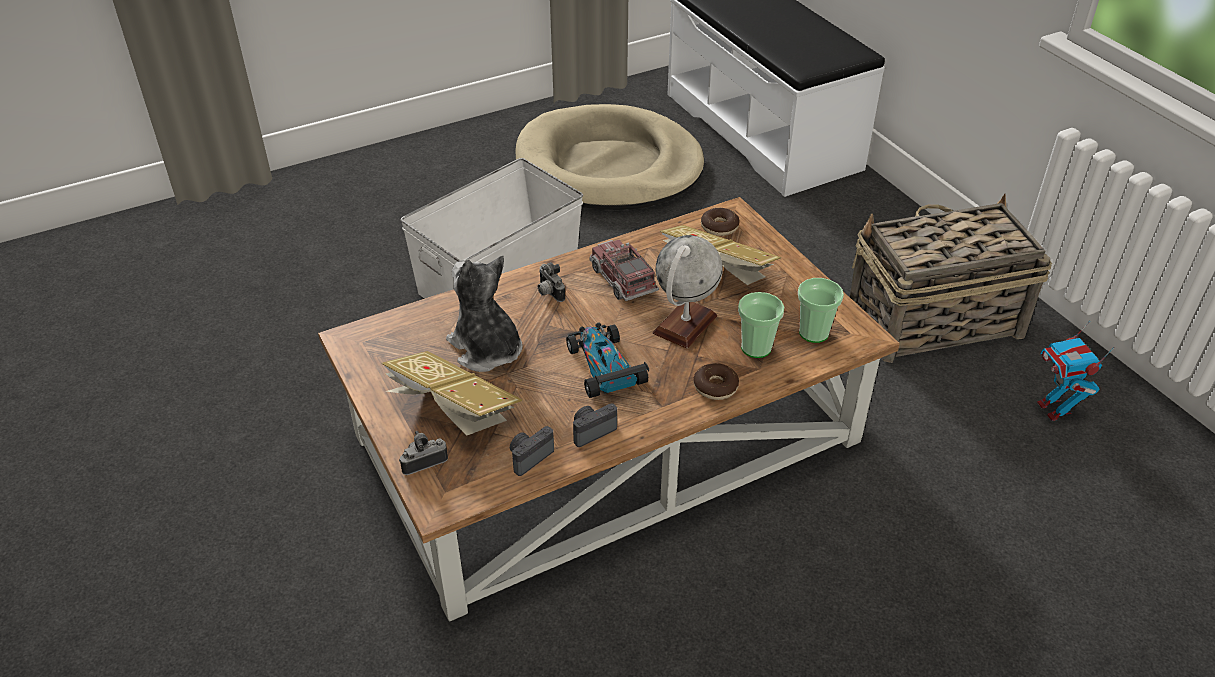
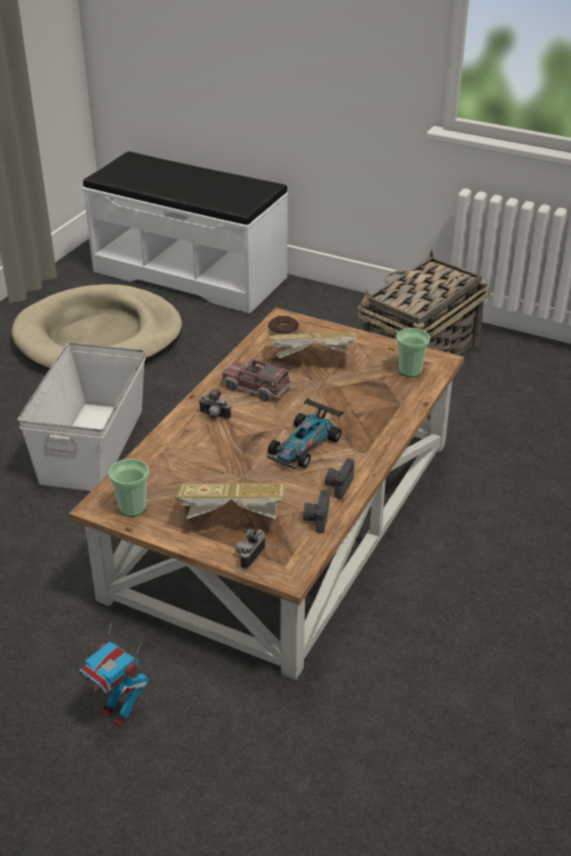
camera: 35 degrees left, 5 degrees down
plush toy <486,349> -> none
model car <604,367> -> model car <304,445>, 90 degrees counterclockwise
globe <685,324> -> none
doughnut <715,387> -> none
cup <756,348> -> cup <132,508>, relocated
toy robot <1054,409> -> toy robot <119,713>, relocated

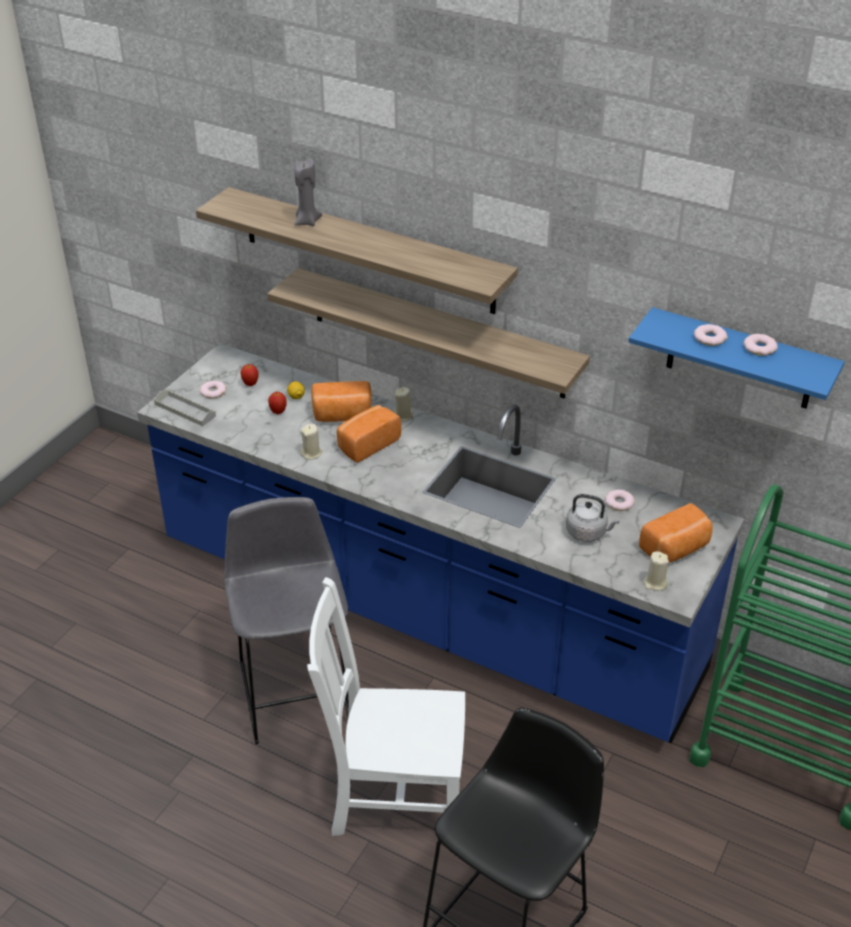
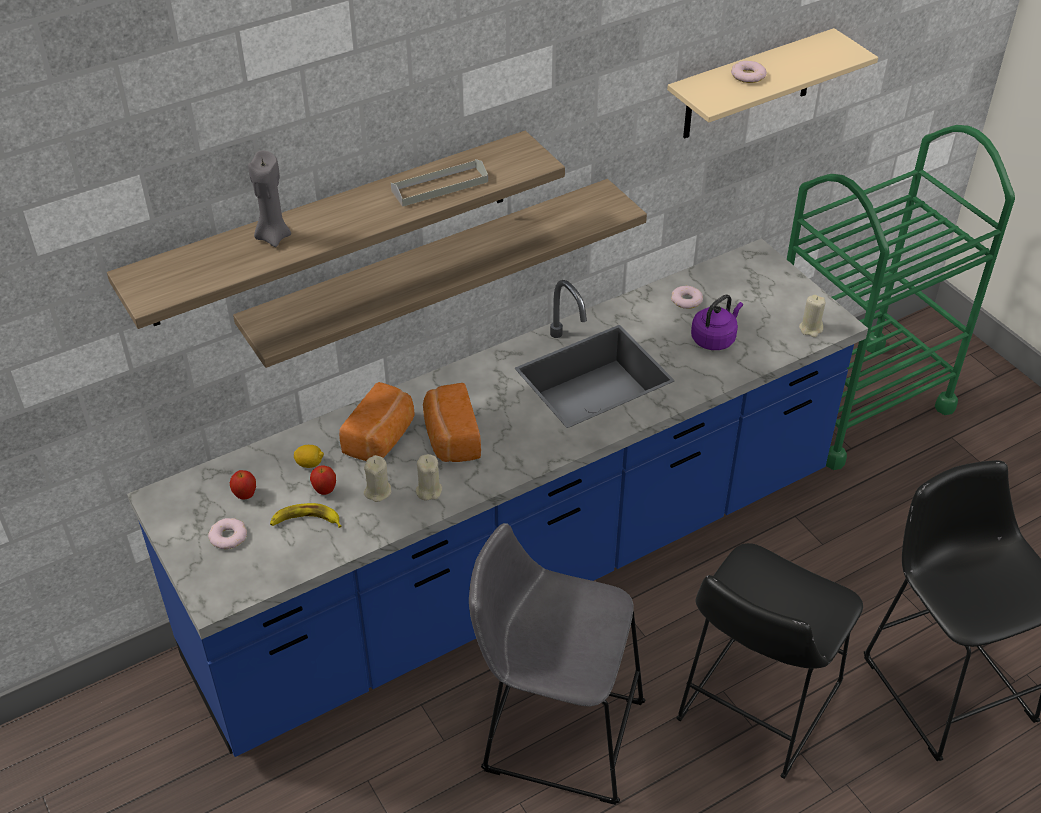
camera: 60 degrees left, 5 degrees up
serving tray (grey) <185,410> -> serving tray (grey) <439,186>, relocated
chair (white-coloured) <393,795> -> sitting stool (black-coloured) <754,708>
candle (beige) <403,416> -> candle (beige) <378,491>, relocated
tea kettle (grey) <588,533> -> tea kettle (purplish) <714,339>
shelf (blue-coloured) <740,360> -> shelf (beige) <749,85>
bread <676,549> -> none
doughnut <760,348> -> none
none -> whole banana <306,521>

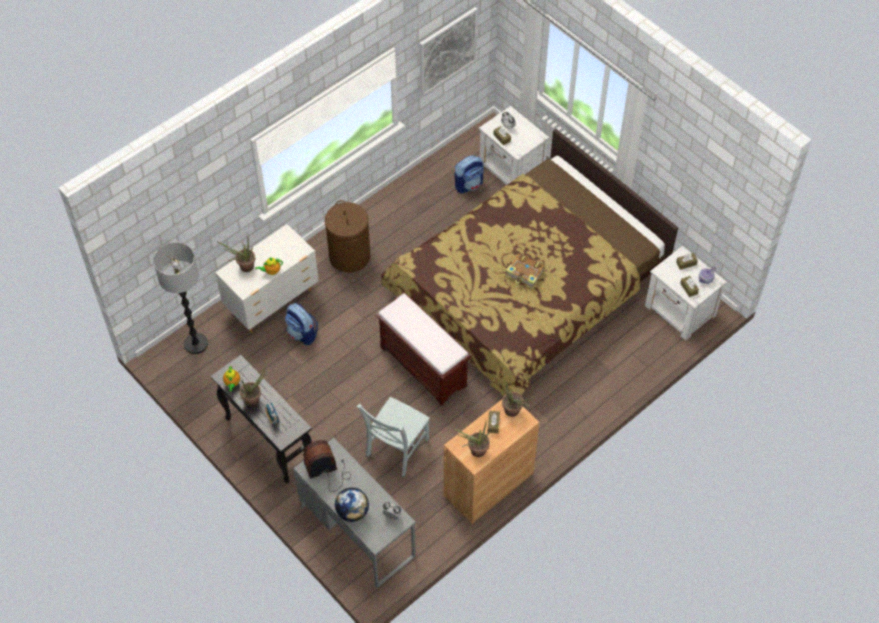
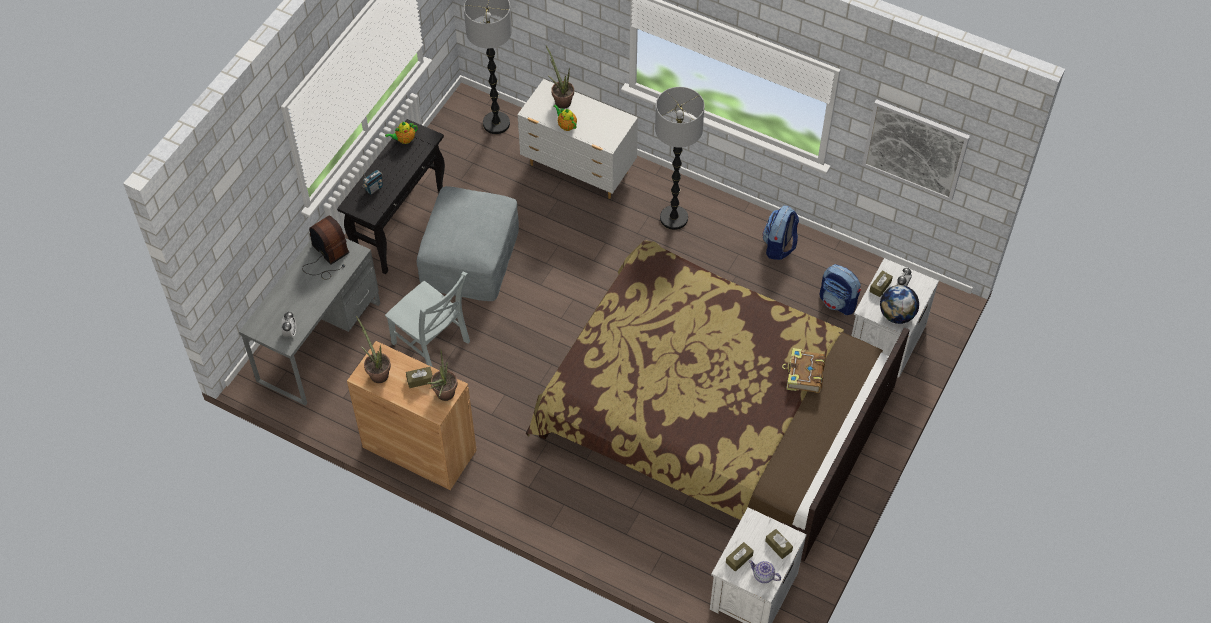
camera: 70 degrees right, 0 degrees up
potted plant <255,398> -> none
backpack <302,334> -> backpack <779,246>, relocated
laundry basket (brown) <349,256> -> floor lamp <674,218>
globe <352,512> -> globe <896,315>, relocated
chair (grey) <395,449> -> chair (grey) <432,345>, 150 degrees counterclockwise
indoor bench (brown) <424,366> -> none
volume <525,275> -> volume <804,375>, relocated
none -> footrest (grey) <470,256>

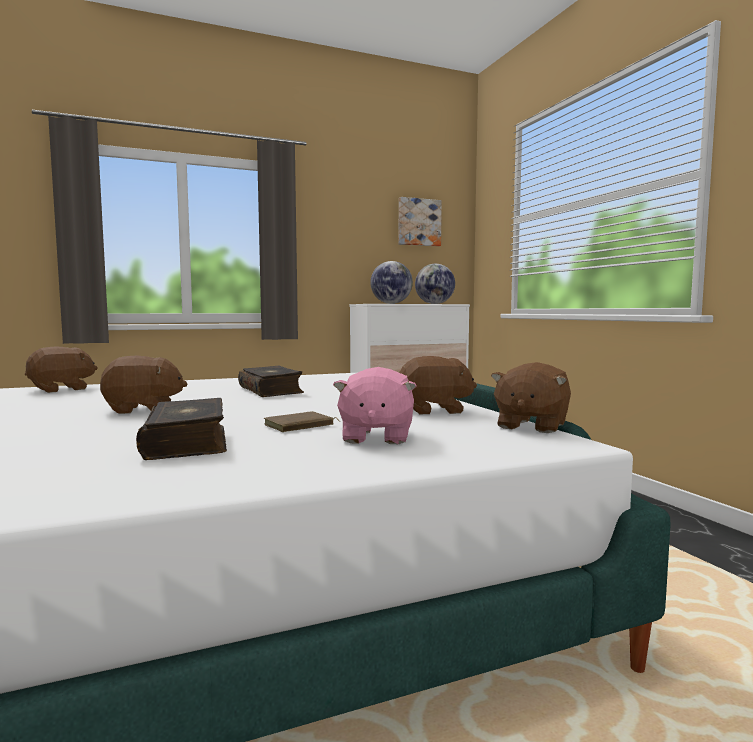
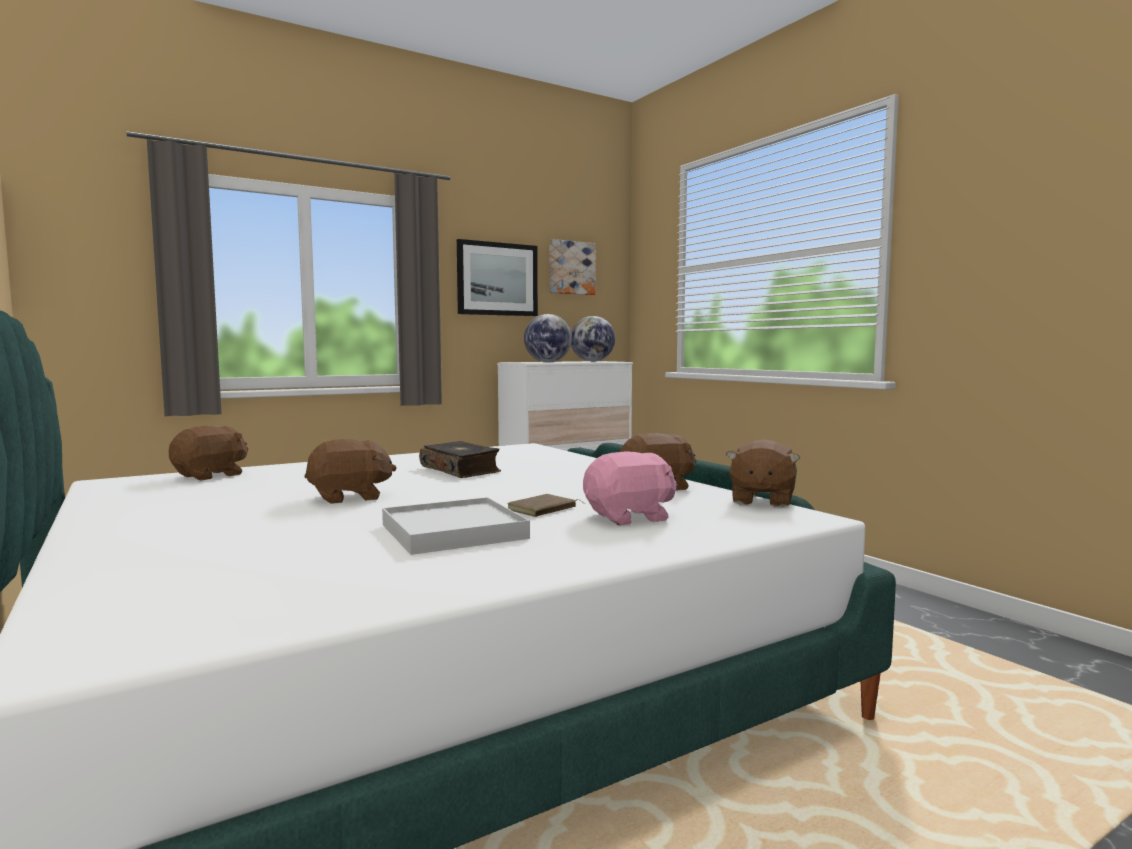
camera: 10 degrees left, 0 degrees up
volume <188,442> -> serving tray (white-coloured) <454,531>
plush toy (pinkish) <376,437> -> plush toy (pinkish) <630,517>, 105 degrees counterclockwise
none -> wall art <497,279>

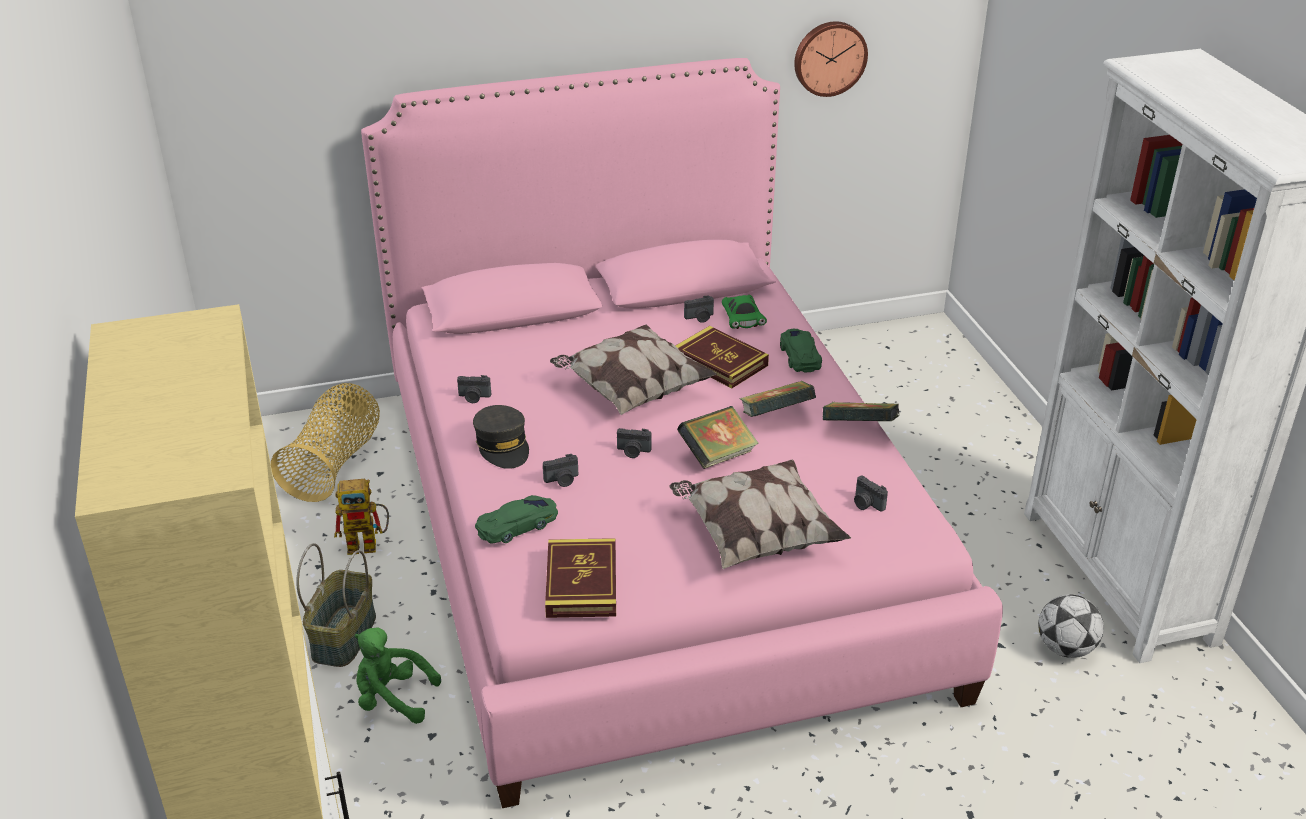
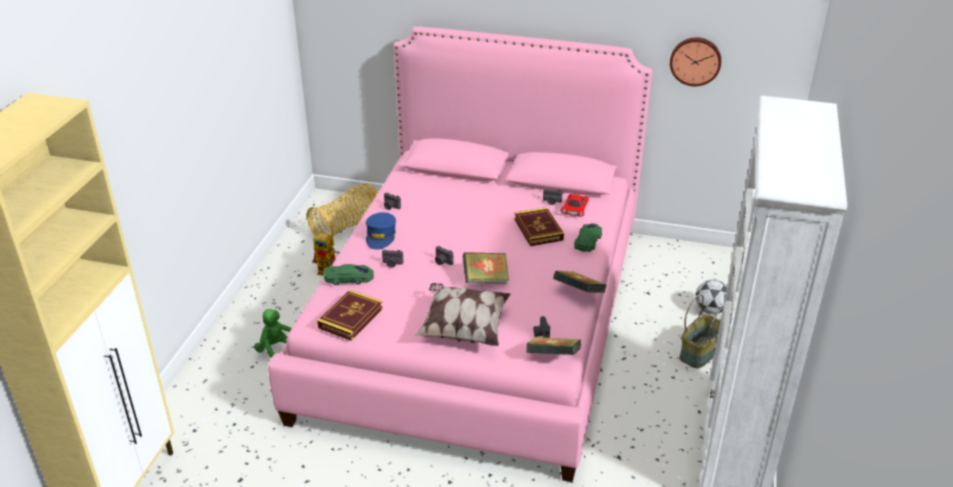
camera: 30 degrees right, 0 degrees up
basket <343,635> -> basket <700,352>, relocated
cap (grey) <503,446> -> cap (blue-coloured) <381,236>
pillow <632,390> -> none
model car (greenish) <742,320> -> model car (red) <574,210>
volume <776,417> -> volume <553,358>, relocated
football ball <1065,648> -> football ball <710,310>, relocated

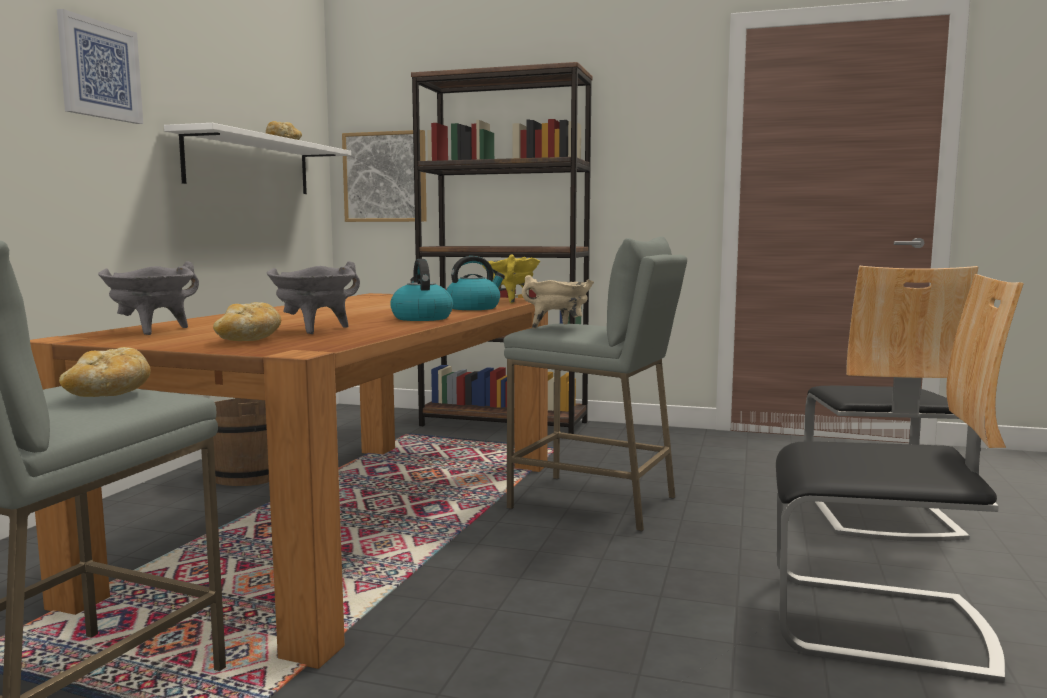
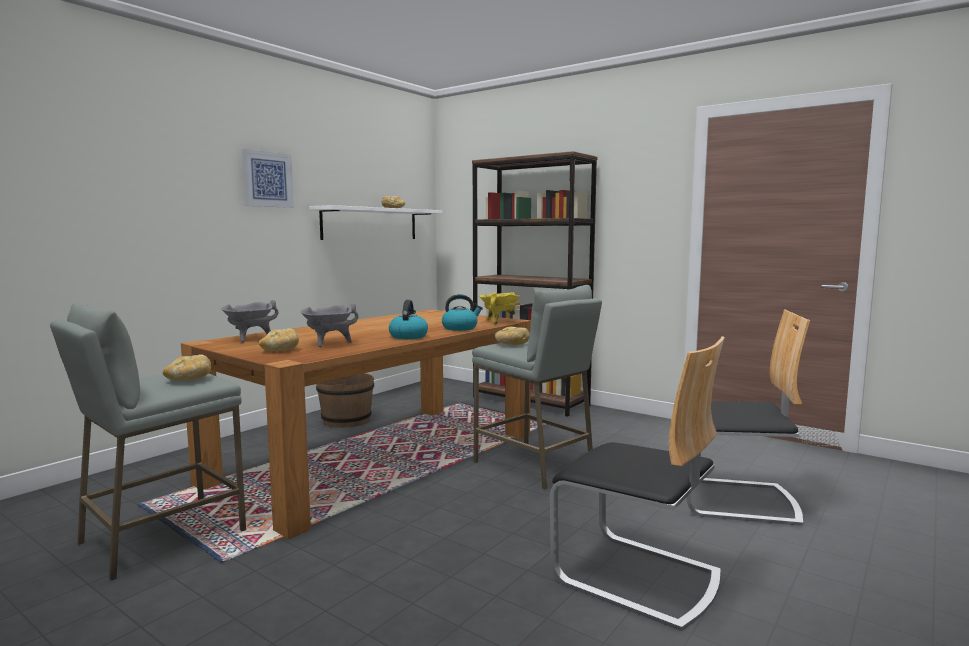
camera: 20 degrees right, 0 degrees up
wall art <385,177> -> none
cooking pot (beige) <559,327> -> bread <511,344>
chair <877,512> -> chair <735,500>, 105 degrees counterclockwise

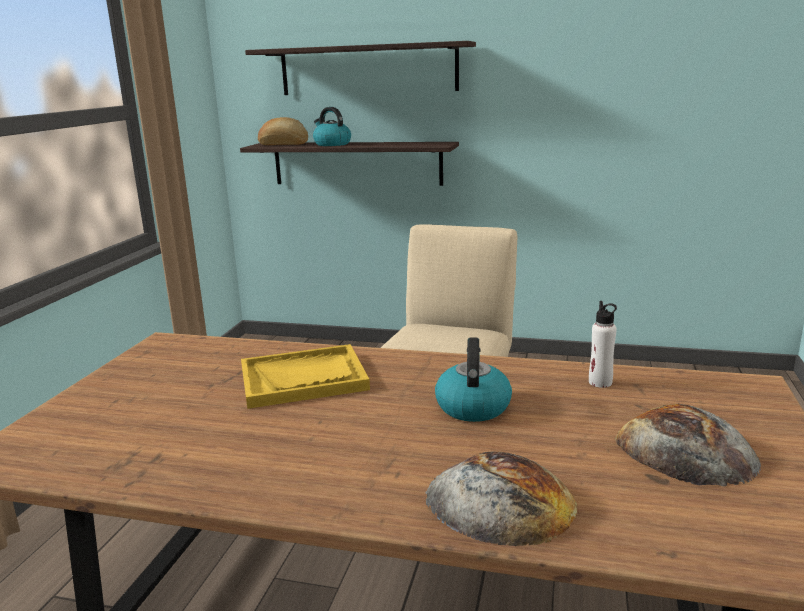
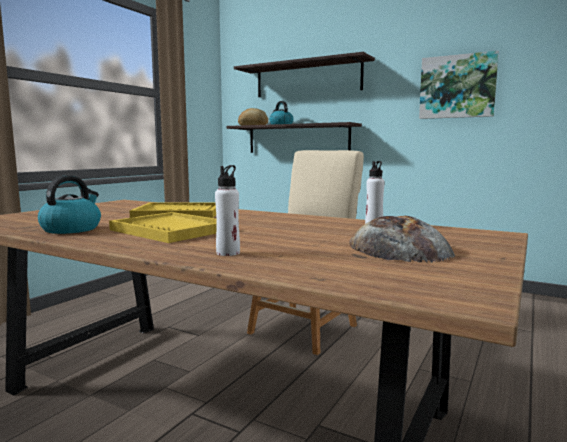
camera: 15 degrees right, 10 degrees down
bread <500,502> -> beverage bottle (white-coloured) <228,253>
tea kettle <472,406> -> tea kettle <72,229>, relocated
none -> serving tray (yellow) <171,230>
none -> wall art <457,86>

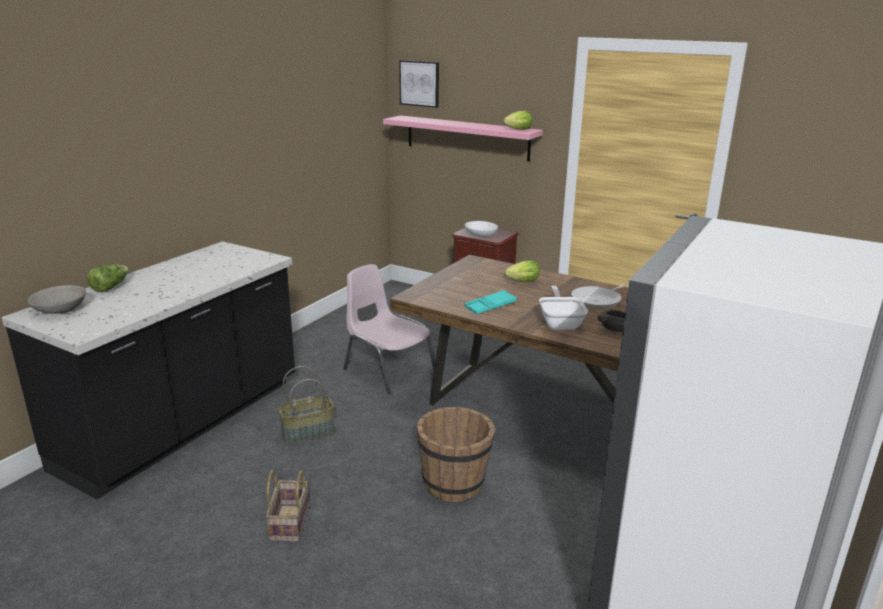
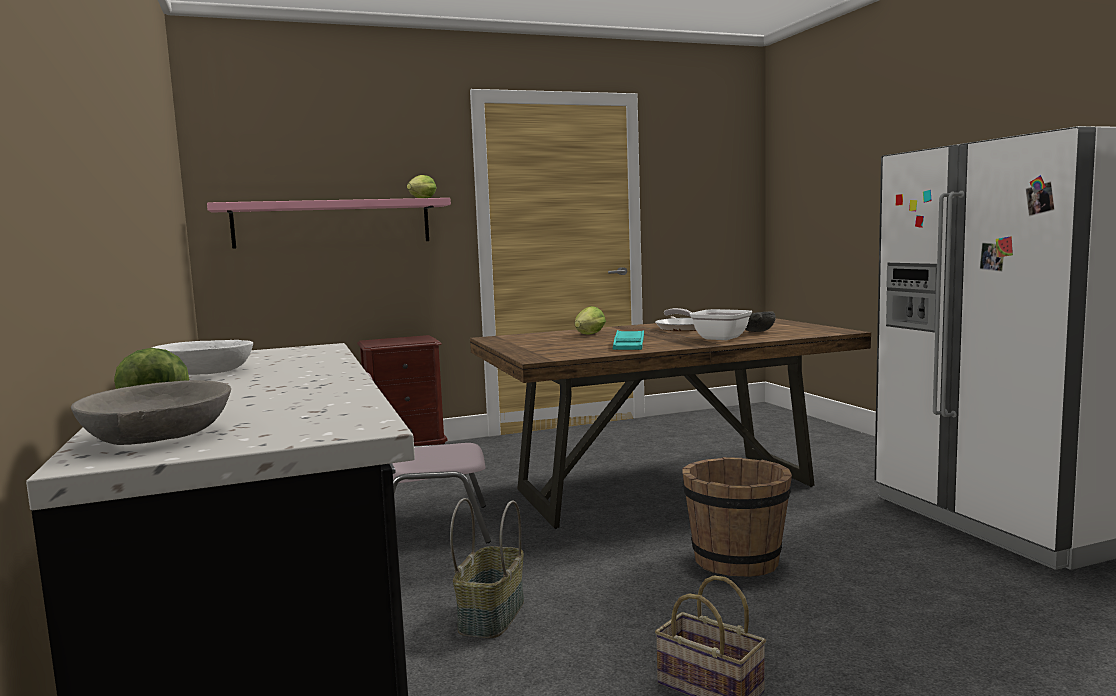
camera: 50 degrees left, 15 degrees down
wall art <420,83> -> none
serving bowl (white-coloured) <480,234> -> serving bowl (white-coloured) <205,372>, relocated

